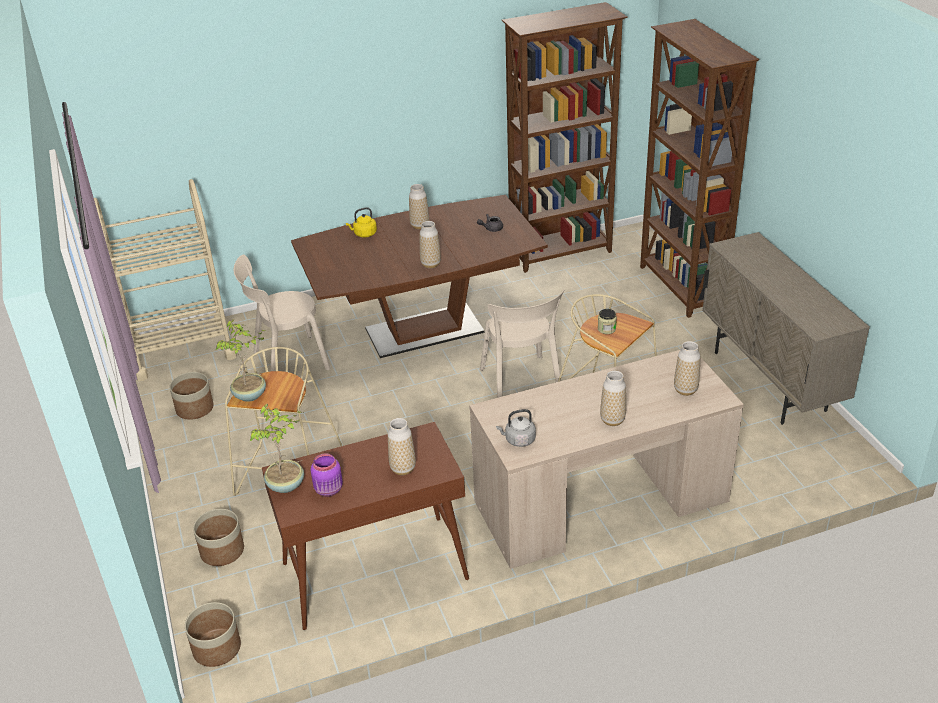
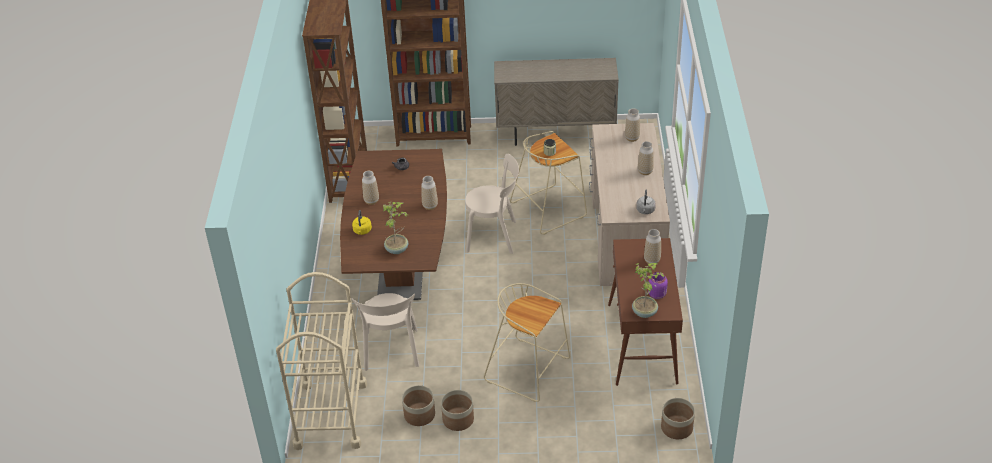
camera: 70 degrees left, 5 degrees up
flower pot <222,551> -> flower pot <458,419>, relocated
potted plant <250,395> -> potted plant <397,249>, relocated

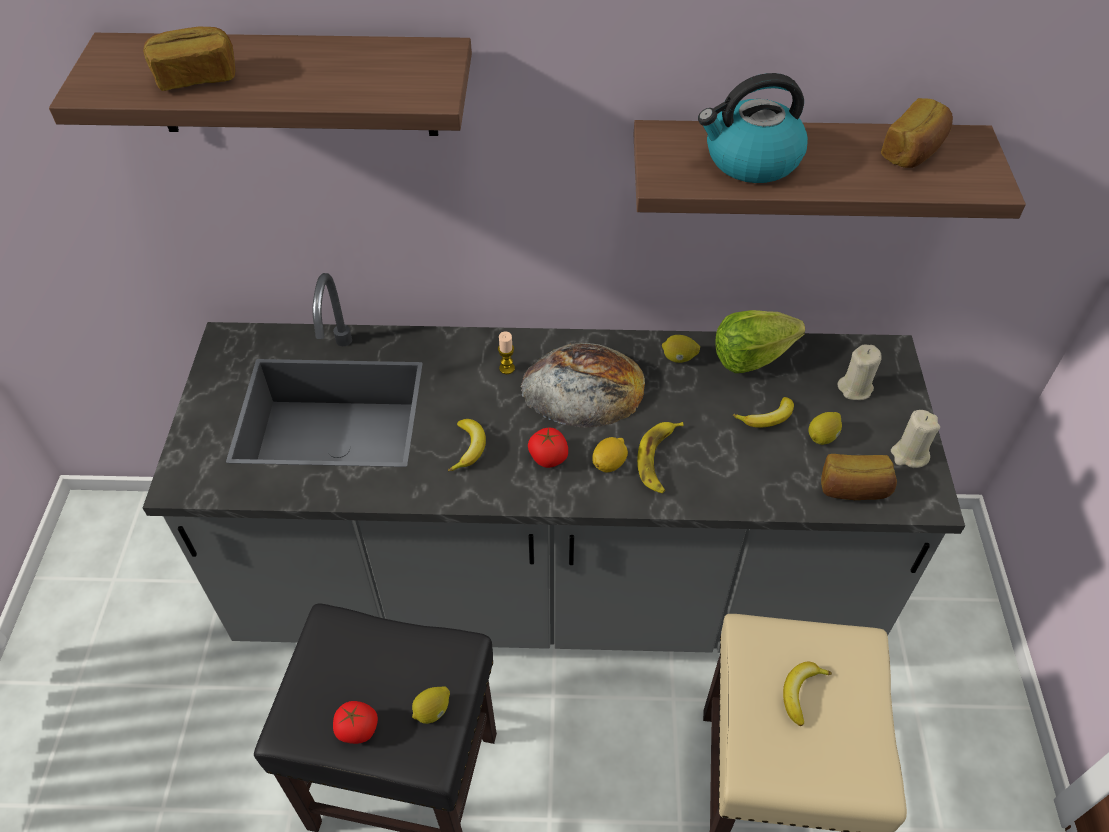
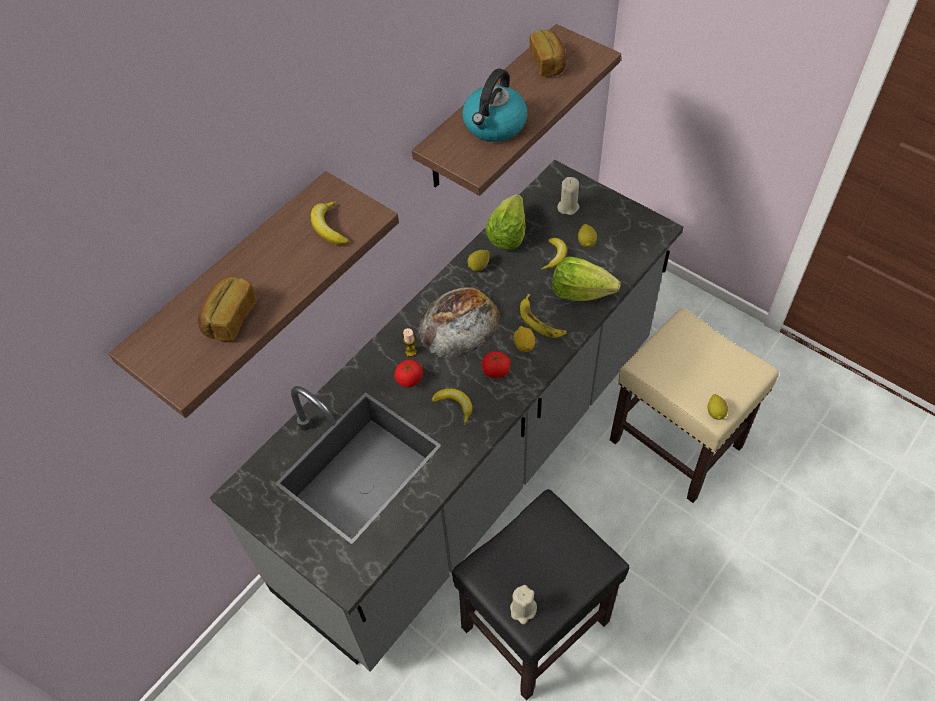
camera: 50 degrees left, 5 degrees up
fresh tomato <357,729> -> fresh tomato <409,379>, relocated
citrus fruit <432,711> -> citrus fruit <715,412>, relocated
whole banana <801,692> -> whole banana <329,227>, relocated
bread <853,490> -> none
candle (beige) <909,455> -> candle (beige) <523,610>, relocated
none -> lettuce <580,292>

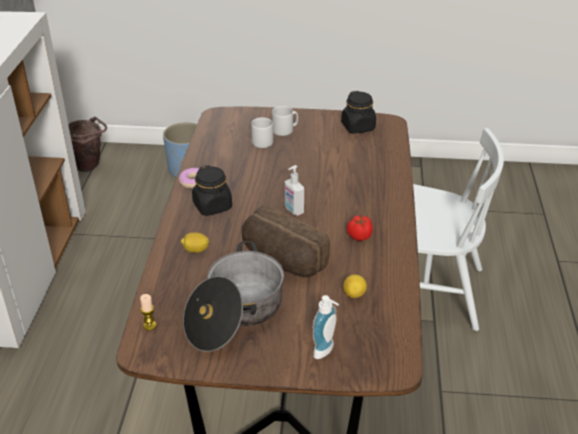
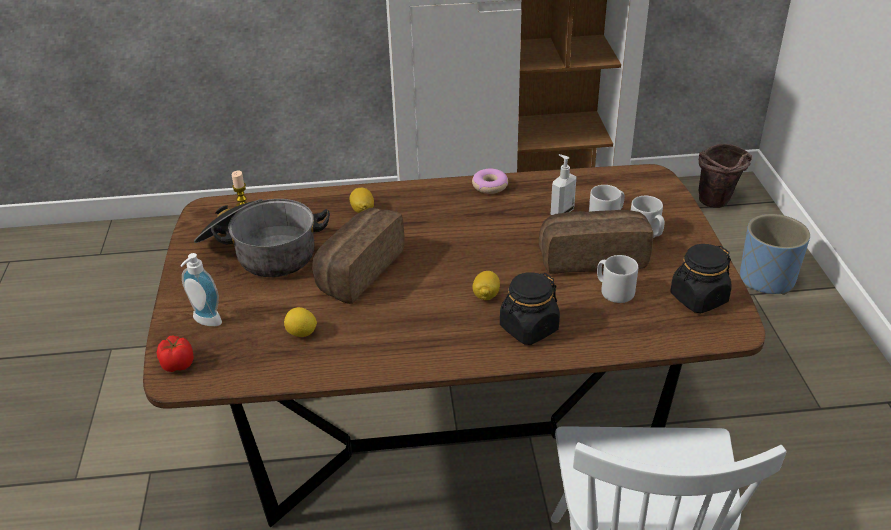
camera: 80 degrees right, 0 degrees up
preserve jar (black-coloured) <212,206> -> preserve jar (black-coloured) <528,328>, relocated
soap dispenser <293,210> -> soap dispenser <561,212>, relocated
fresh tomato <359,236> -> fresh tomato <178,364>, relocated
none -> citrus fruit <486,295>
none -> bread <592,257>
none -> tea mug (grey) <614,291>

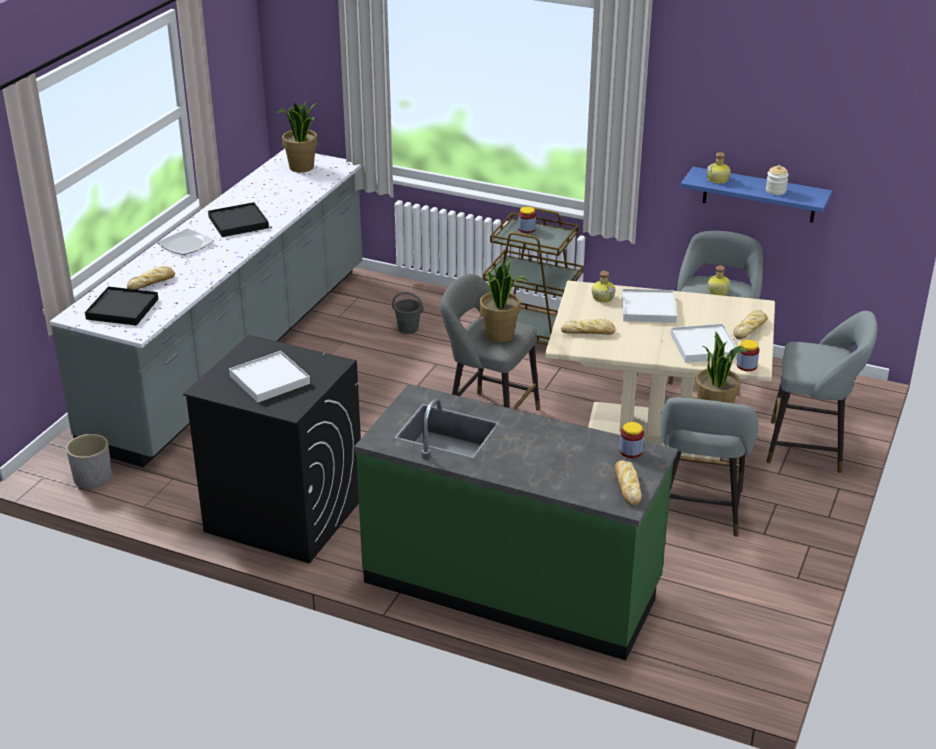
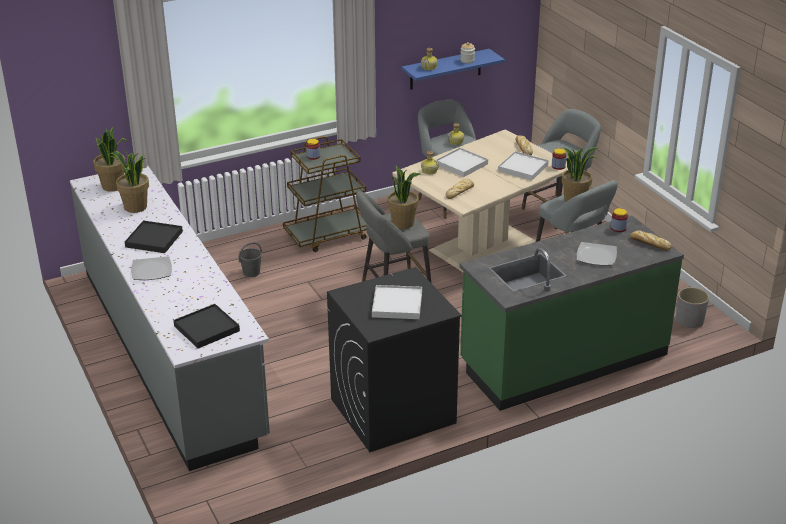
camera: 50 degrees left, 0 degrees up
flower pot (grey) <93,479> -> flower pot (grey) <689,321>, relocated
bread <152,282> -> none
none -> potted plant <135,207>
none -> plate <596,256>

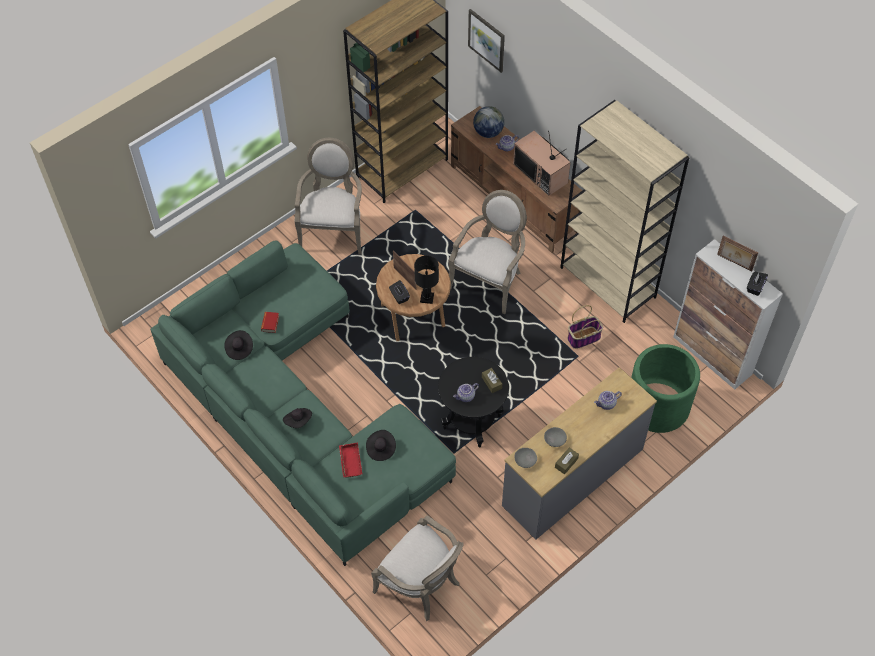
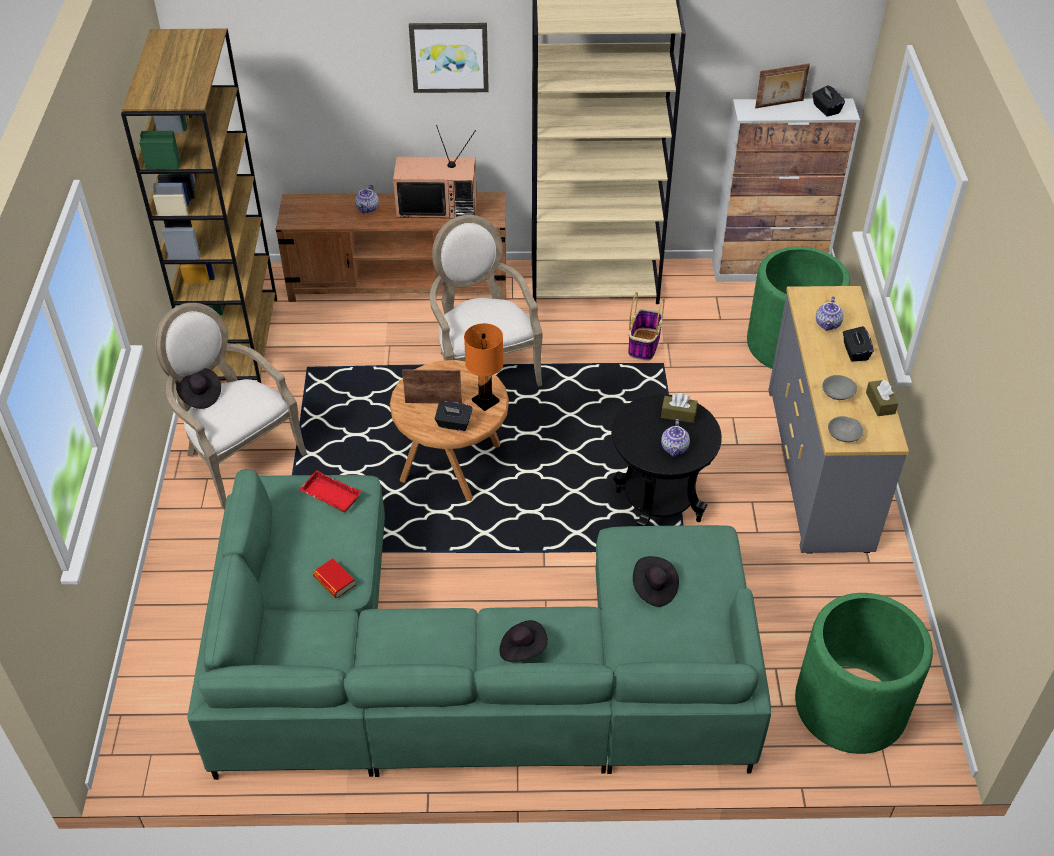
camera: 50 degrees left, 10 degrees down
clothing hat (black-coloured) <239,349> -> clothing hat (black-coloured) <200,395>, relocated
serving tray (red) <349,461> -> serving tray (red) <329,496>, relocated
armchair <422,586> -> flower pot (greenish) <850,706>
table lamp (black-coloured) <427,298> -> table lamp (orangey) <486,401>
wall art <487,40> -> wall art <449,57>, relocated
globe <488,132> -> none
none -> tissue box (black-coloured) <855,352>

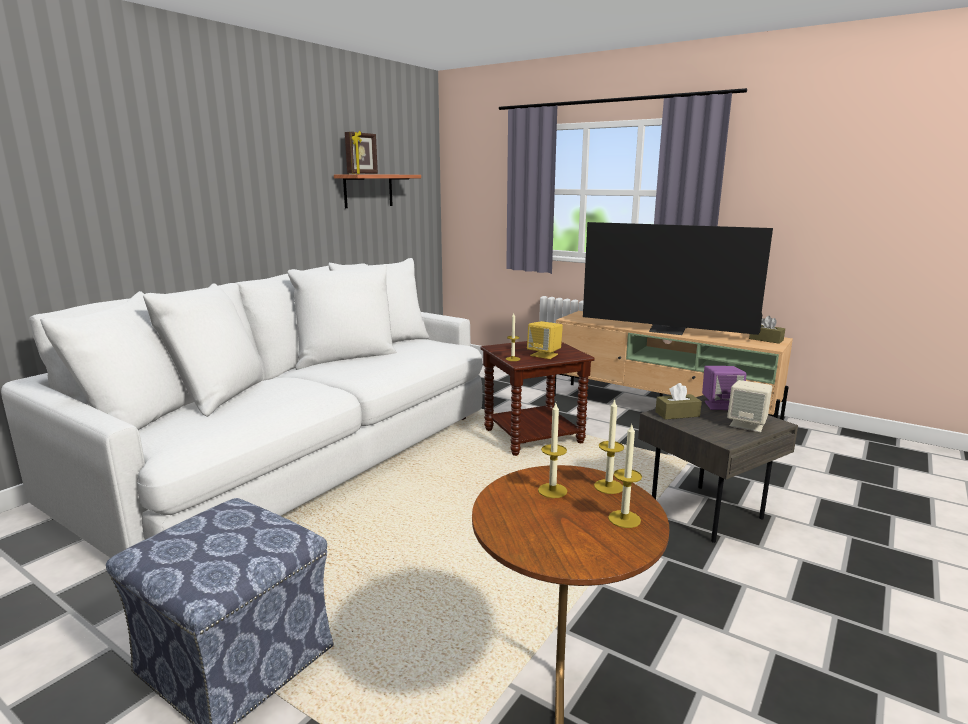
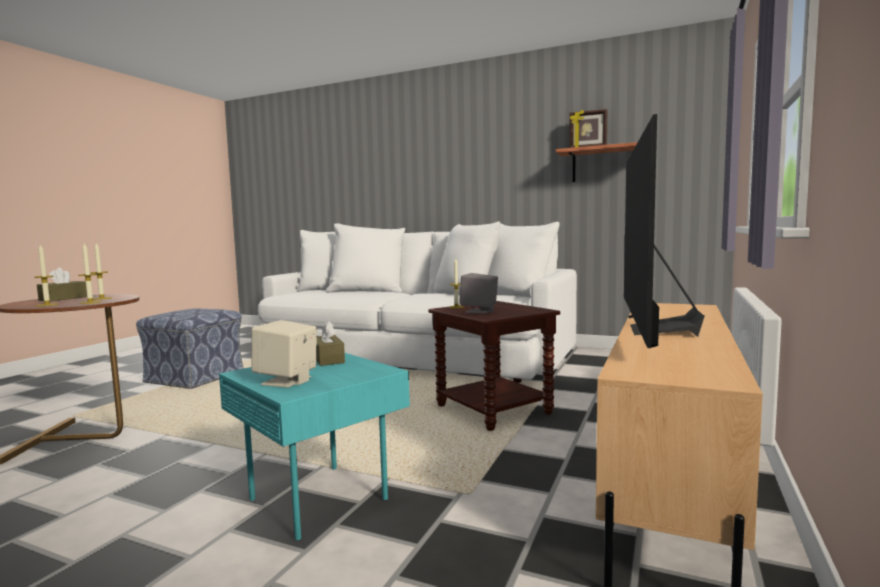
camera: 80 degrees right, 10 degrees down
loudspeaker (yellow) <544,355> -> loudspeaker (grey) <479,311>
accent table (grey) <705,510> -> accent table (turquoise) <323,499>
loudspeaker (purplish) <720,405> -> none
tissue box (brown) <766,339> -> tissue box (brown) <64,298>, relocated

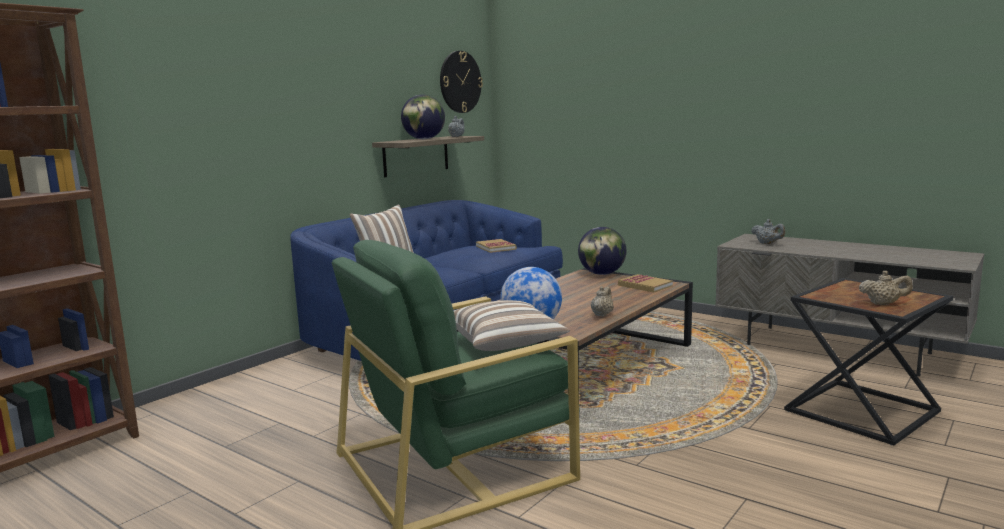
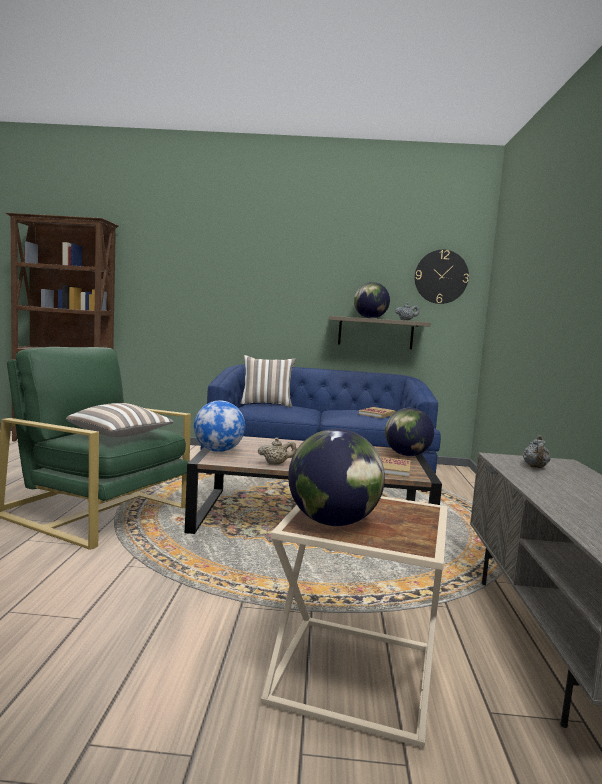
camera: 55 degrees right, 5 degrees down
accent table (black-coloured) <862,413> -> accent table (beige) <351,676>
tea pot (beige) <883,304> -> globe <333,522>

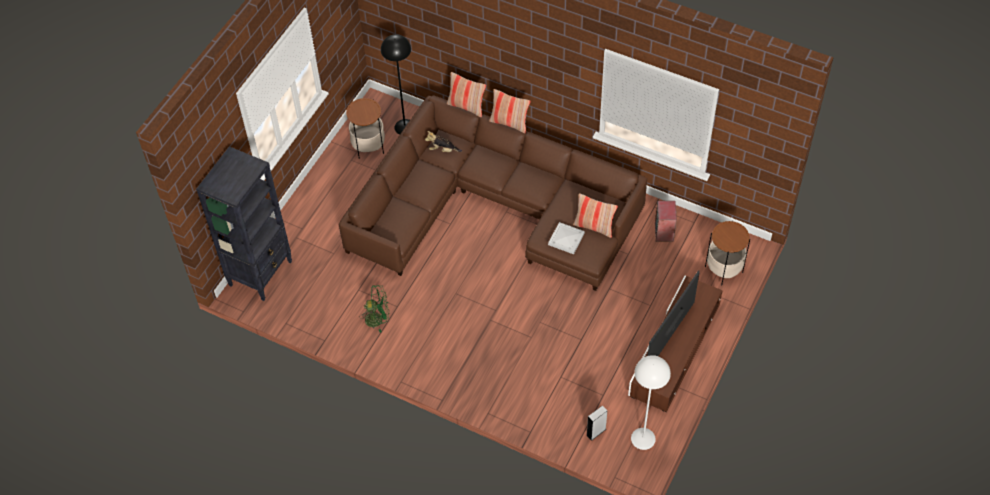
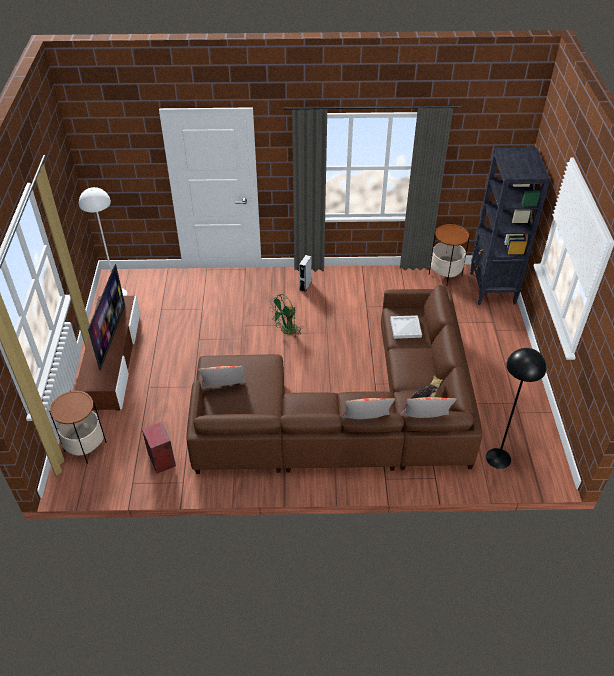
camera: 150 degrees right, 10 degrees down
accent table <369,146> -> accent table <445,275>, relocated
electric fan (greenish) <378,319> -> electric fan (greenish) <286,331>, relocated
serving tray (white-coloured) <565,239> -> serving tray (white-coloured) <406,327>, relocated
loudspeaker (grey) <596,432> -> loudspeaker (grey) <305,286>, relocated

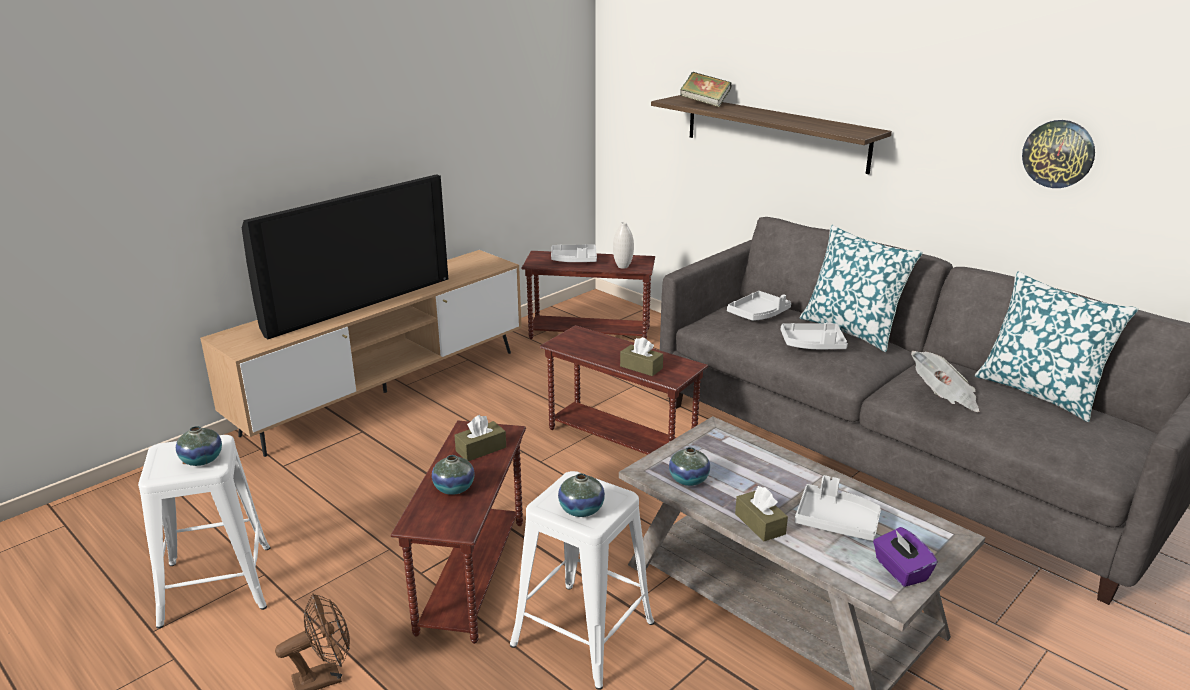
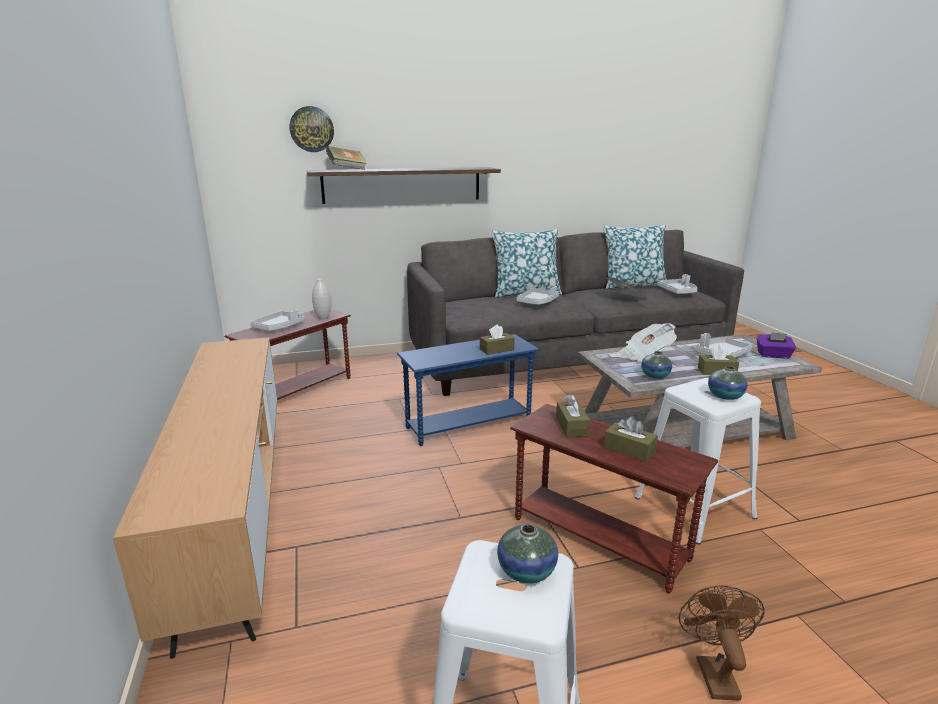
camera: 60 degrees left, 5 degrees down
television <358,303> -> none
vase <454,488> -> tissue box (brown) <629,450>
accent table (brown) <621,440> -> accent table (blue-coloured) <468,424>
serving tray (grey) <758,314> -> serving tray (grey) <678,291>, relocated
clock on the wall <1058,153> -> clock on the wall <311,129>, relocated
none -> newspaper <644,356>

